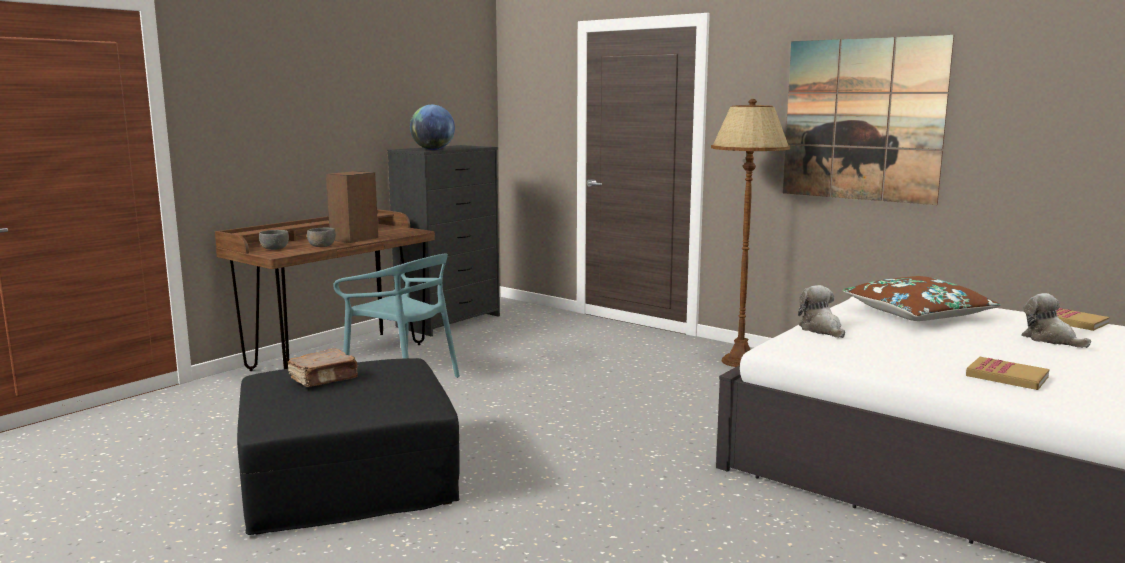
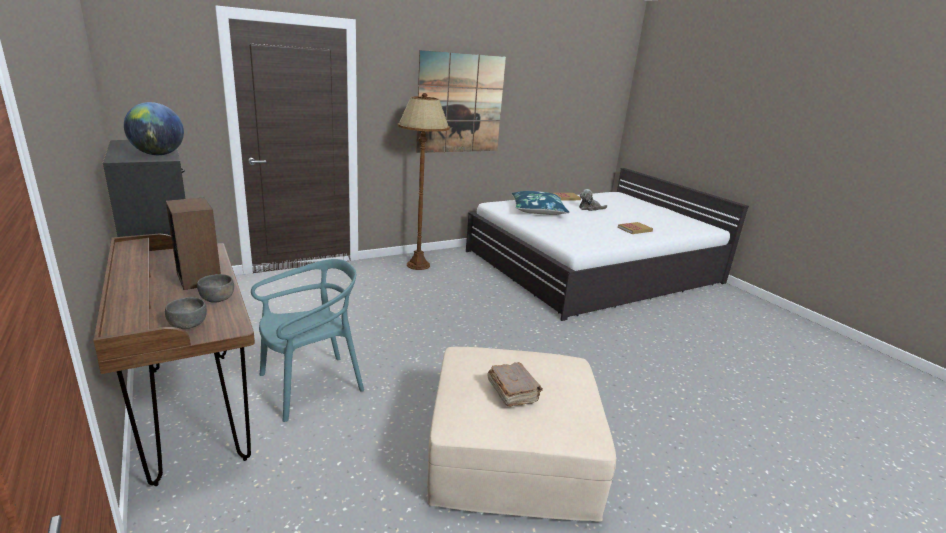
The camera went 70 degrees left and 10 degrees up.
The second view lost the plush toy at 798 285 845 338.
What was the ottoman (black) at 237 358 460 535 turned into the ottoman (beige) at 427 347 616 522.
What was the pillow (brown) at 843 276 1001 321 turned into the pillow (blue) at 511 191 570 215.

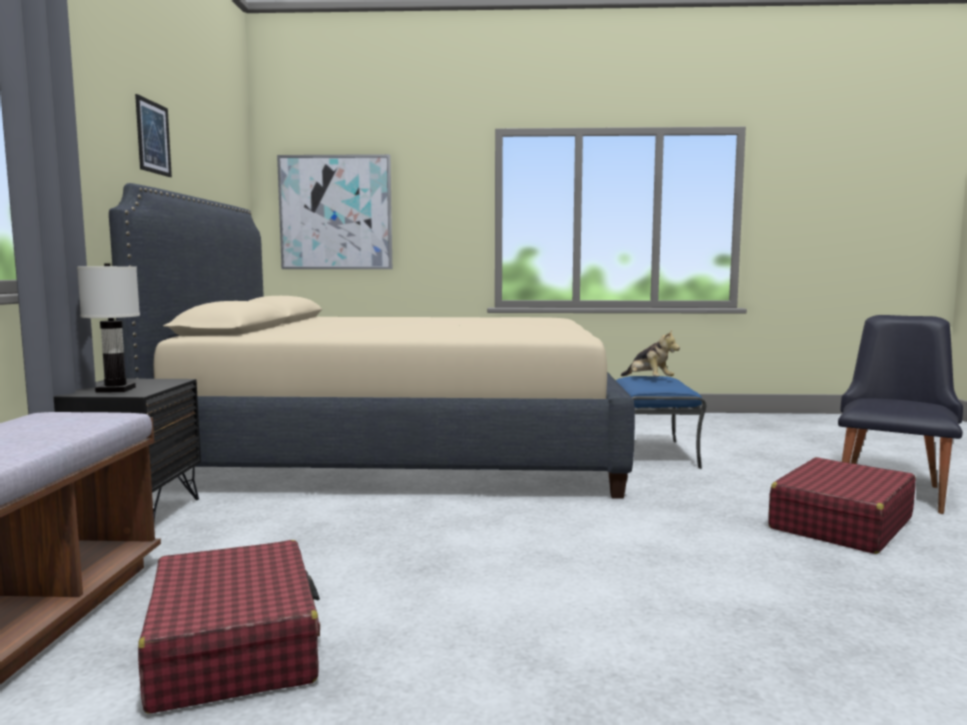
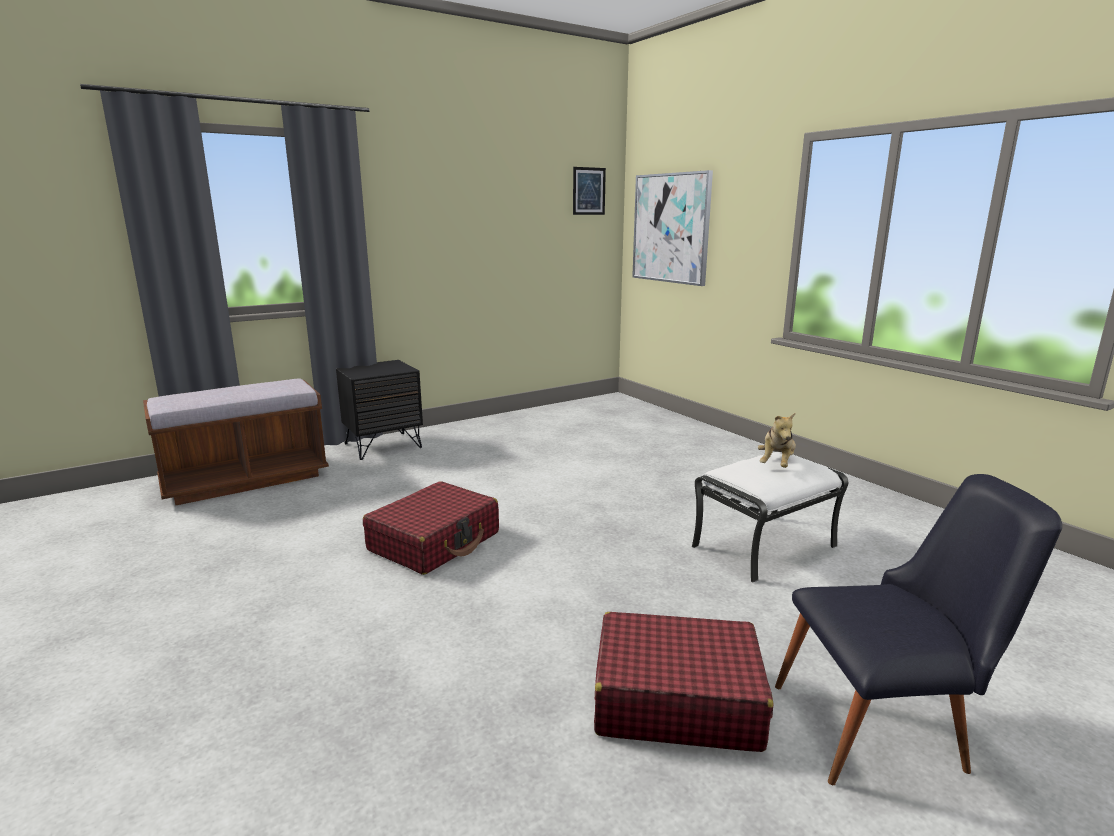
The camera went 55 degrees right and 10 degrees up.
The second view lost the table lamp (white) at 77 263 140 393.
The second view lost the bed (beige) at 109 183 635 499.
The picture ended up elsewhere, having gone from 135 94 172 177 to 573 167 606 215.
The suitcase (red) ended up elsewhere, having gone from 138 540 320 714 to 363 481 499 575.
What was the ottoman (blue) at 616 376 706 469 turned into the ottoman (white) at 692 452 848 582.

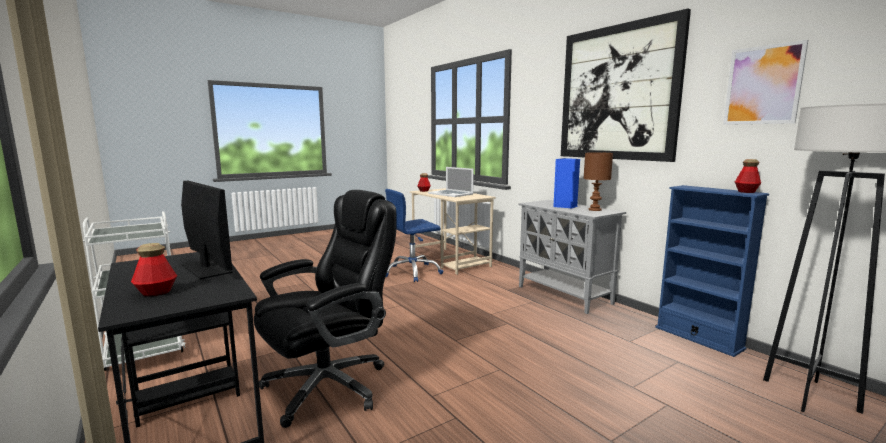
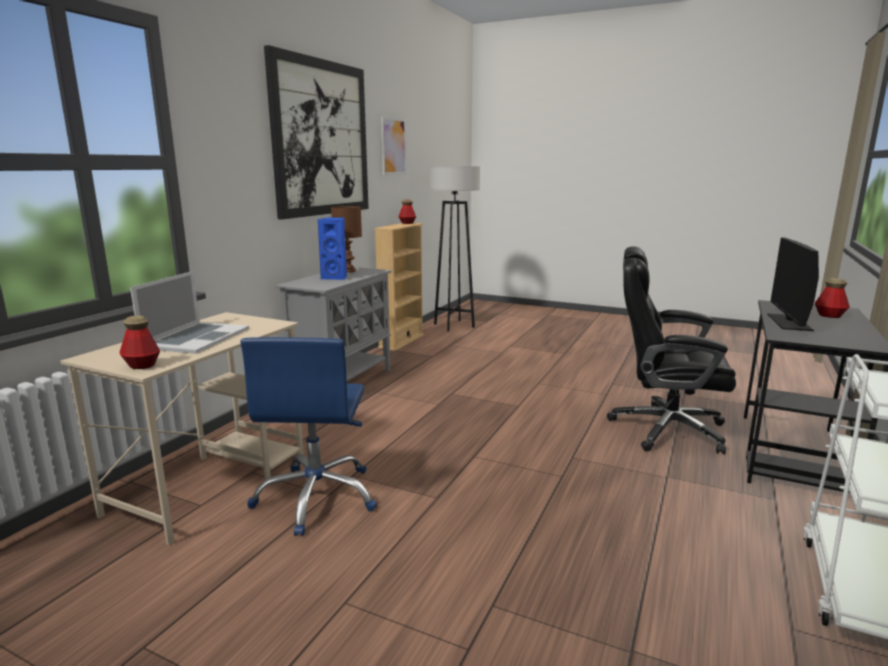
The camera went 120 degrees left and 5 degrees up.
What was the bookcase (blue) at 655 185 769 357 turned into the bookcase (beige) at 374 223 424 351.
The office chair (blue) at 385 189 443 282 ended up facing another way, 60 degrees clockwise from before.

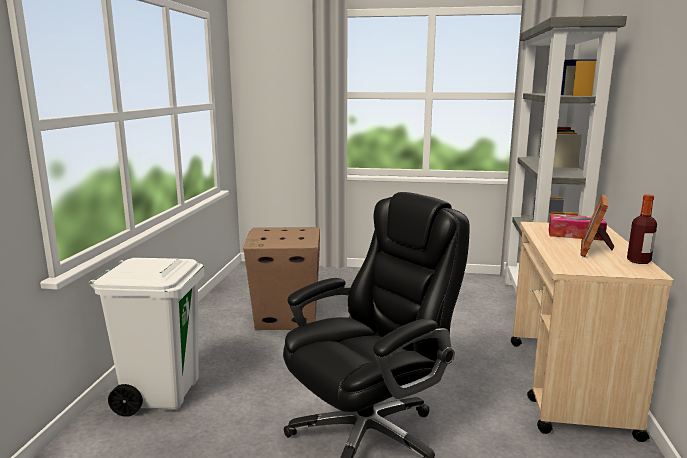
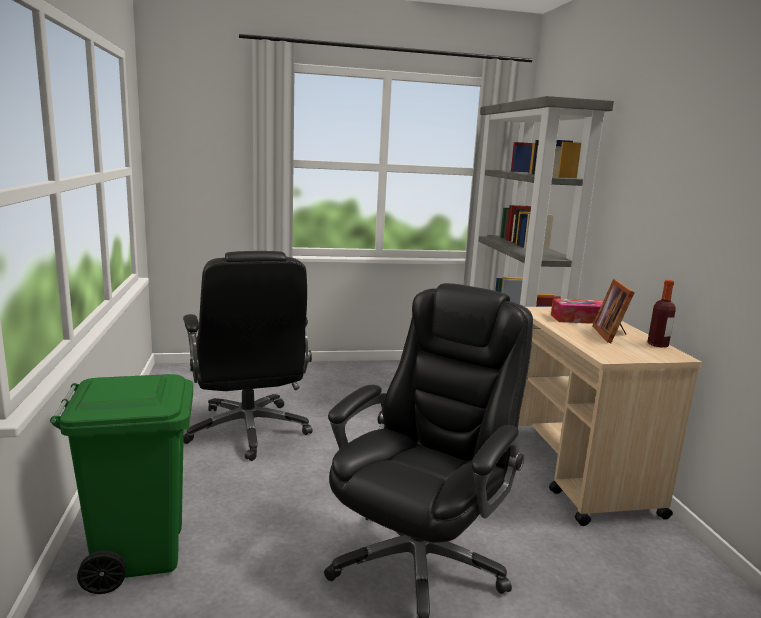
The camera went 20 degrees left and 0 degrees up.
Where the cardboard box stood at 244 227 320 330, the office chair (black) came to stand at 183 251 313 461.
What was the trash can (white) at 89 258 204 417 turned into the trash can (green) at 50 374 193 594.

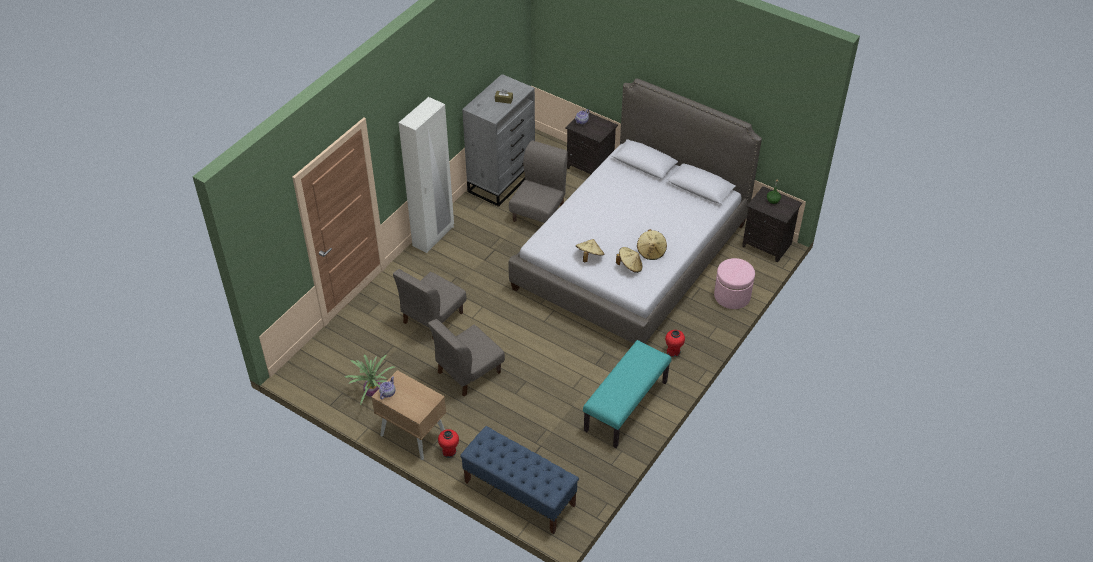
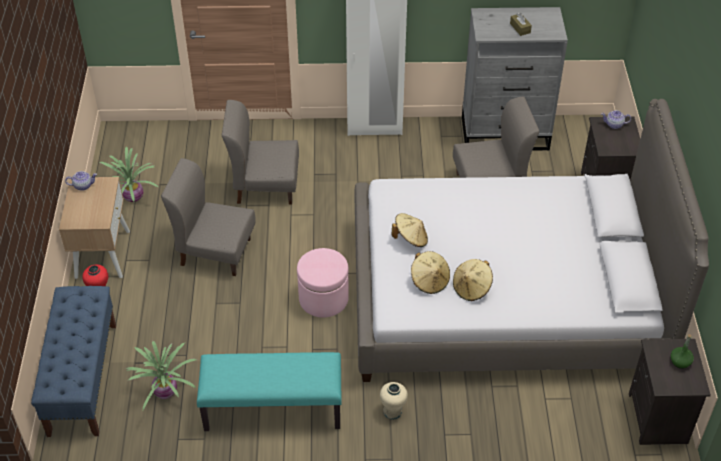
The camera went 55 degrees right and 0 degrees up.
The second view gained the potted plant at 126 341 197 410.
The ottoman (pink) ended up elsewhere, having gone from 714 258 755 309 to 297 248 349 318.
What was the vase (red) at 665 330 685 357 turned into the vase (beige) at 380 382 408 420.

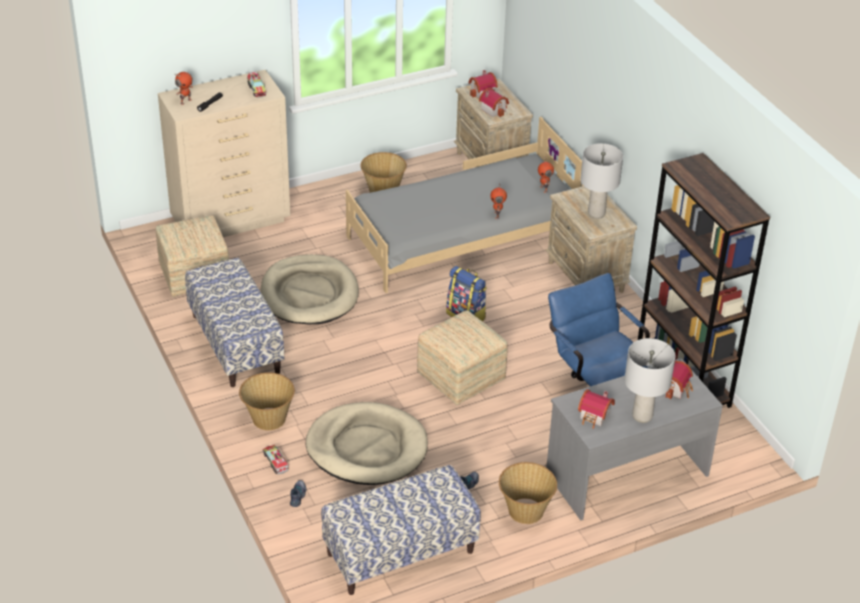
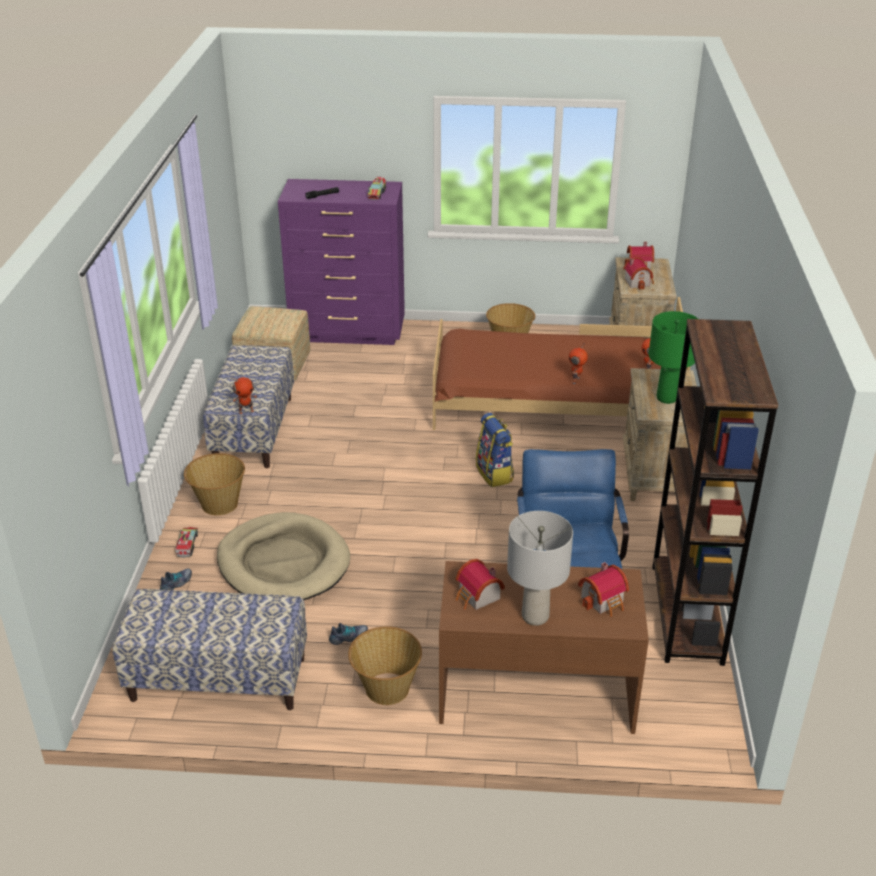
The camera went 30 degrees right and 5 degrees down.
The second view lost the dog bed (beige) at 261 254 359 324.
The second view lost the ottoman at 417 310 508 405.
The toy robot ended up elsewhere, having gone from 175 72 193 105 to 231 377 257 414.
What was the dresser (beige) at 158 70 291 237 turned into the dresser (purple) at 278 179 405 345.
What was the bed (grey) at 346 117 583 293 turned into the bed (brown) at 433 297 691 430.
What was the desk (grey) at 546 358 723 521 turned into the desk (brown) at 439 561 649 734.
What was the table lamp (grey) at 580 143 623 219 turned into the table lamp (green) at 649 311 698 404.

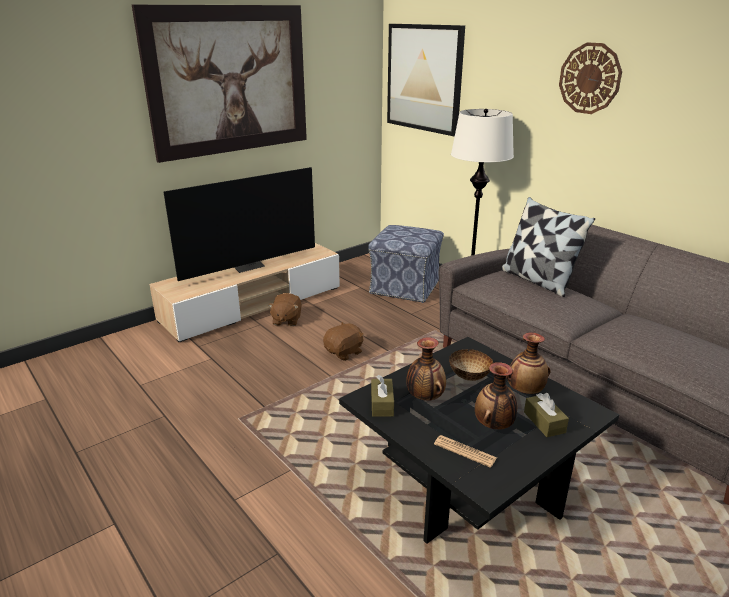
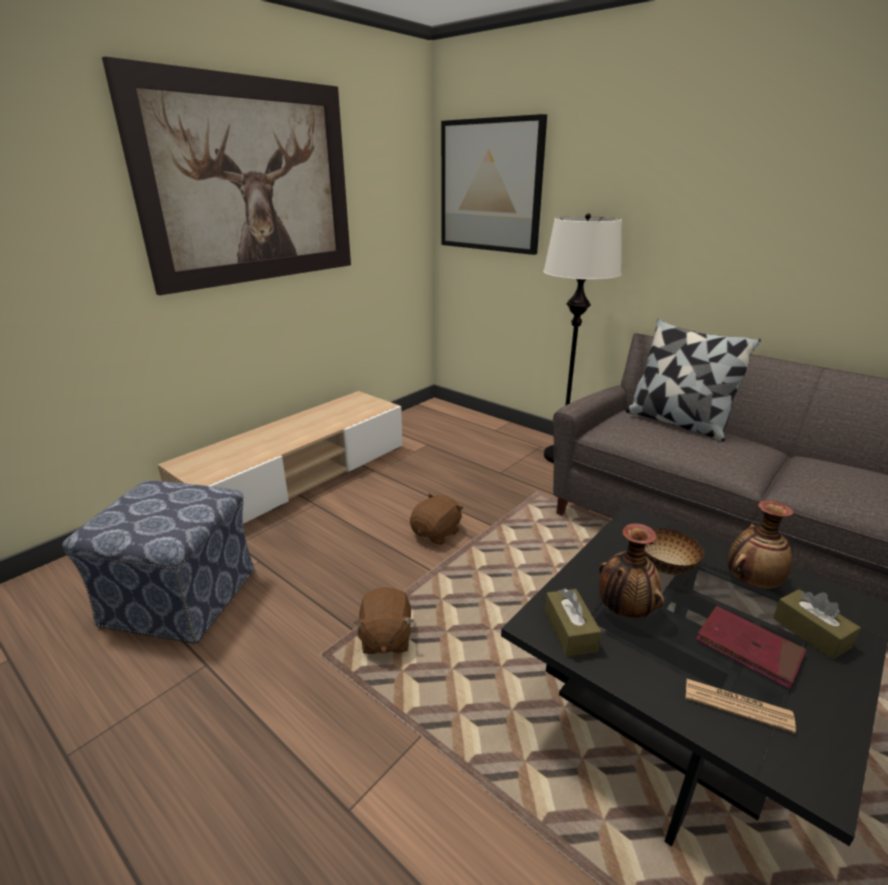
The camera went 10 degrees left and 0 degrees up.
The second view lost the television at 163 167 315 281.
The second view lost the wall clock at 559 42 622 114.
The plush toy (brown) ended up elsewhere, having gone from 268 293 302 326 to 353 587 413 654.
The ottoman ended up elsewhere, having gone from 368 225 444 303 to 62 480 255 643.
Where the vase stood at 475 362 517 429, the book (red) came to stand at 696 606 806 689.

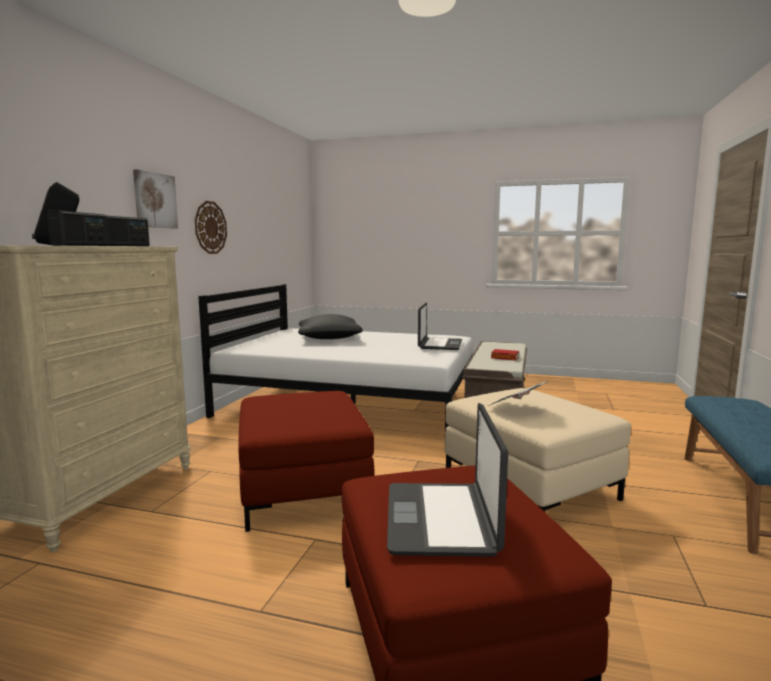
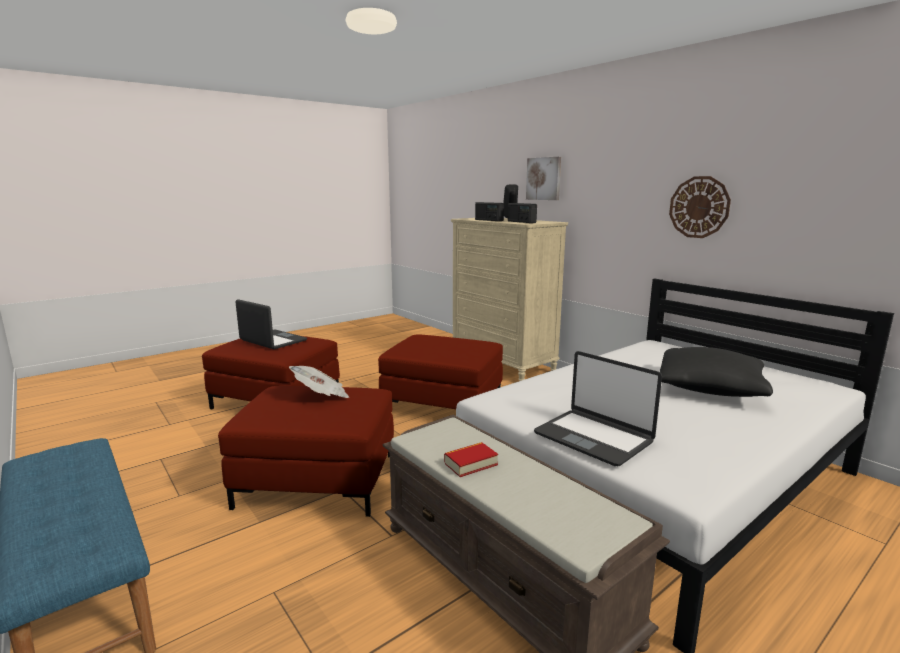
The camera went 125 degrees right and 5 degrees up.
The picture ended up elsewhere, having gone from 133 169 178 229 to 526 157 561 200.
What was the ottoman (beige) at 444 388 631 512 turned into the ottoman (red) at 218 386 394 517.

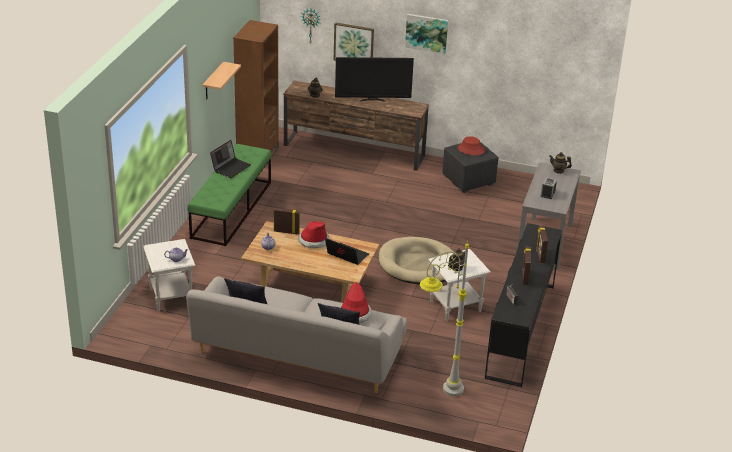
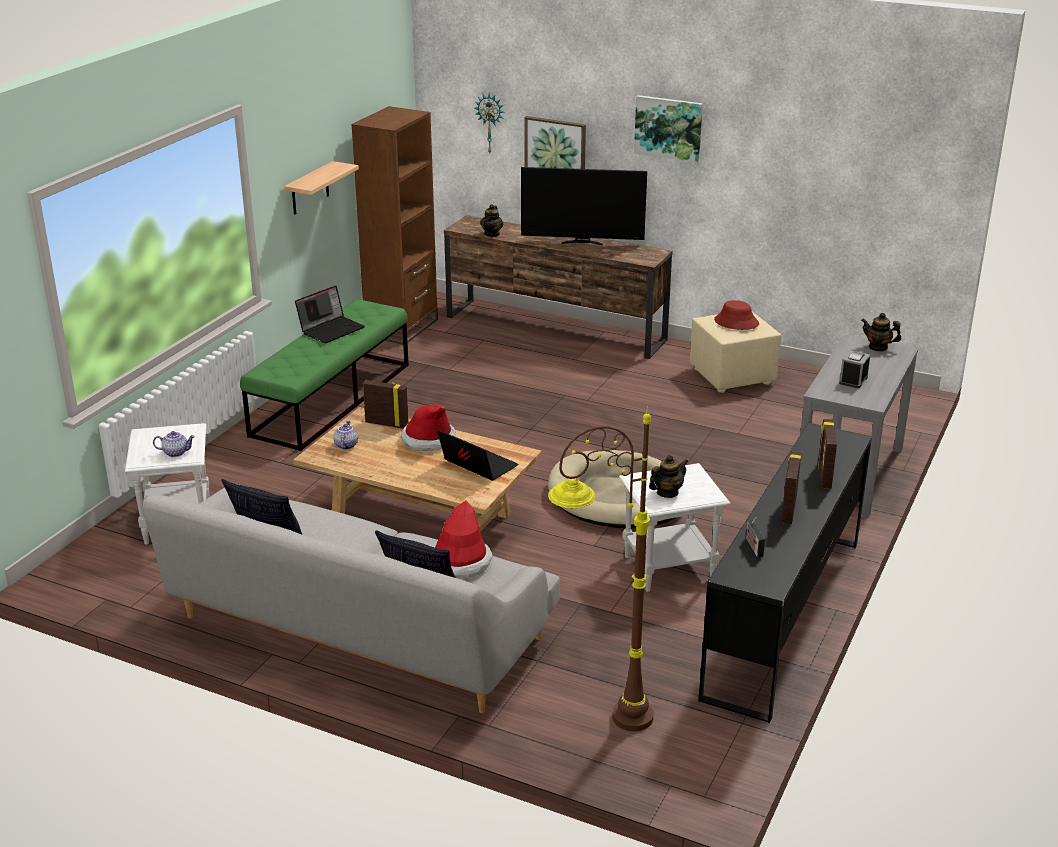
The camera went 10 degrees right and 5 degrees down.
What was the floor lamp (grey) at 420 241 469 397 turned into the floor lamp (brown) at 548 406 654 731.
What was the ottoman (black) at 442 142 499 193 turned into the ottoman (beige) at 690 312 781 393.

